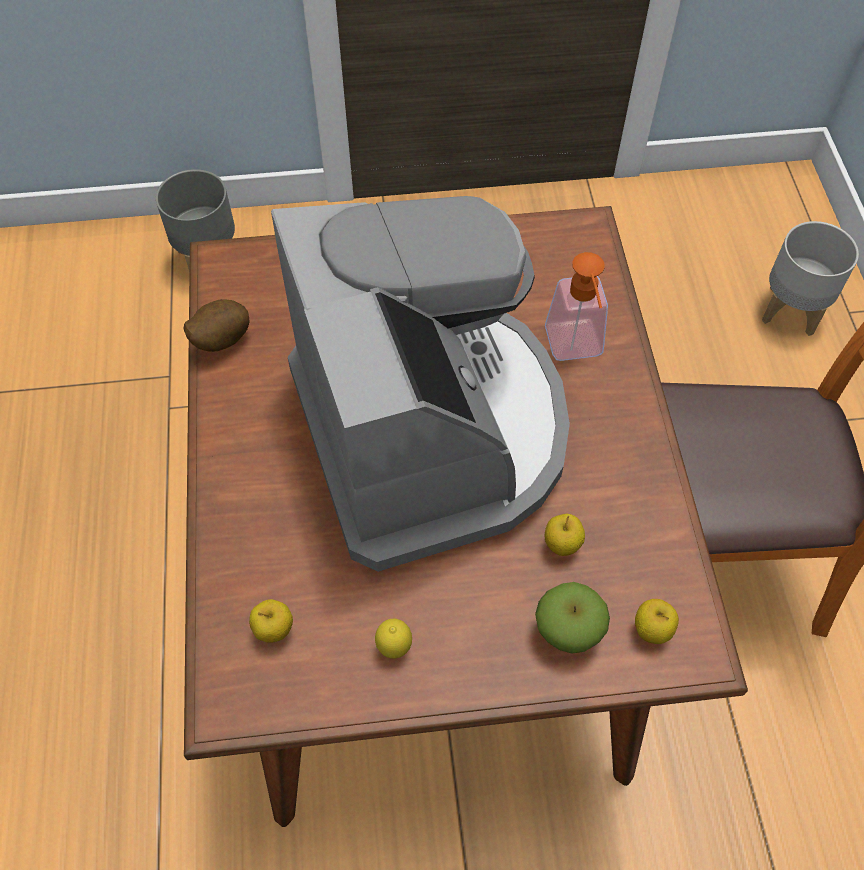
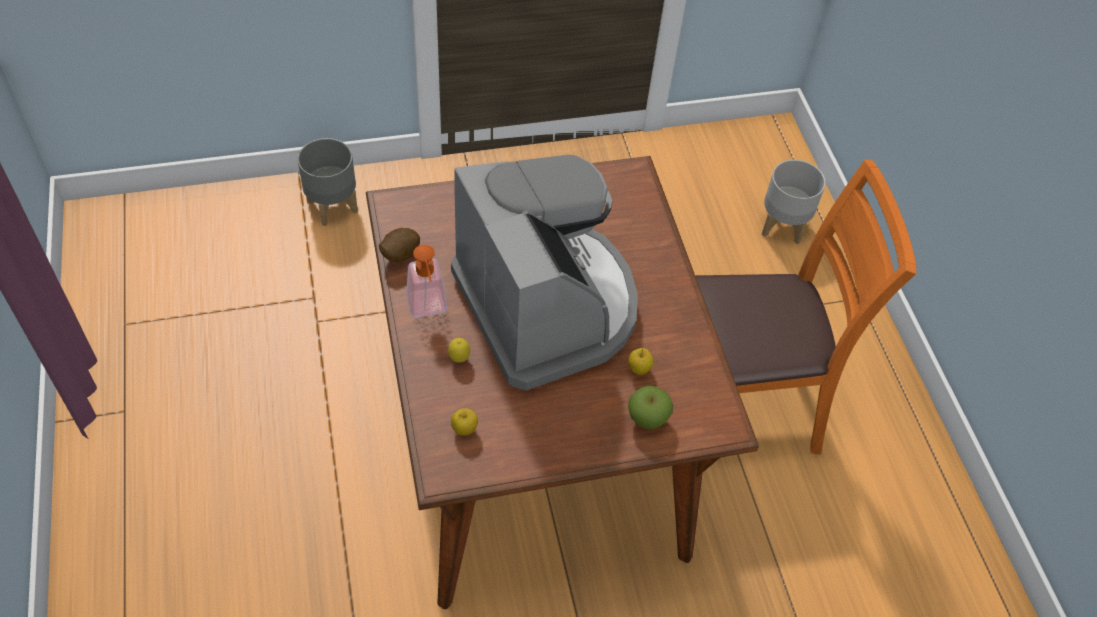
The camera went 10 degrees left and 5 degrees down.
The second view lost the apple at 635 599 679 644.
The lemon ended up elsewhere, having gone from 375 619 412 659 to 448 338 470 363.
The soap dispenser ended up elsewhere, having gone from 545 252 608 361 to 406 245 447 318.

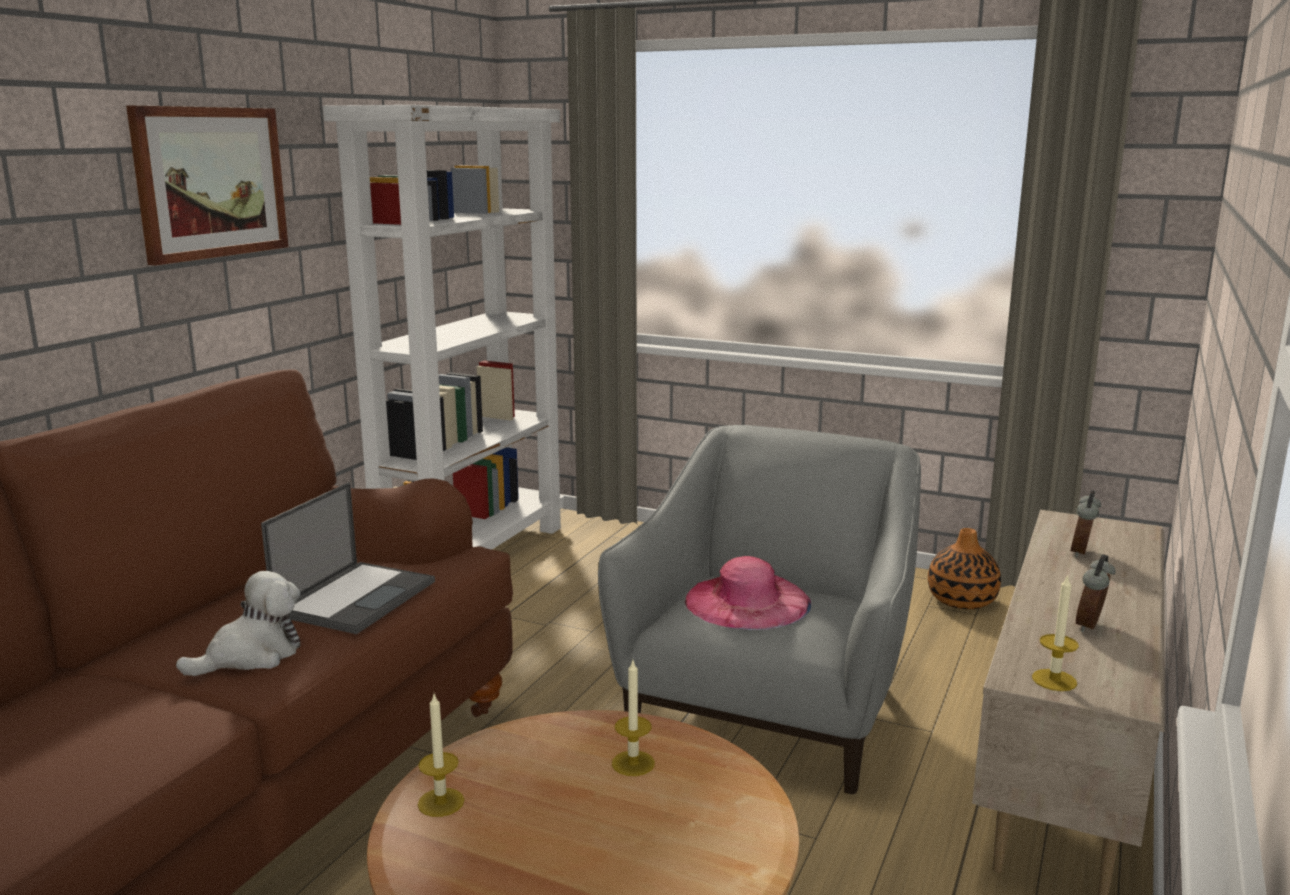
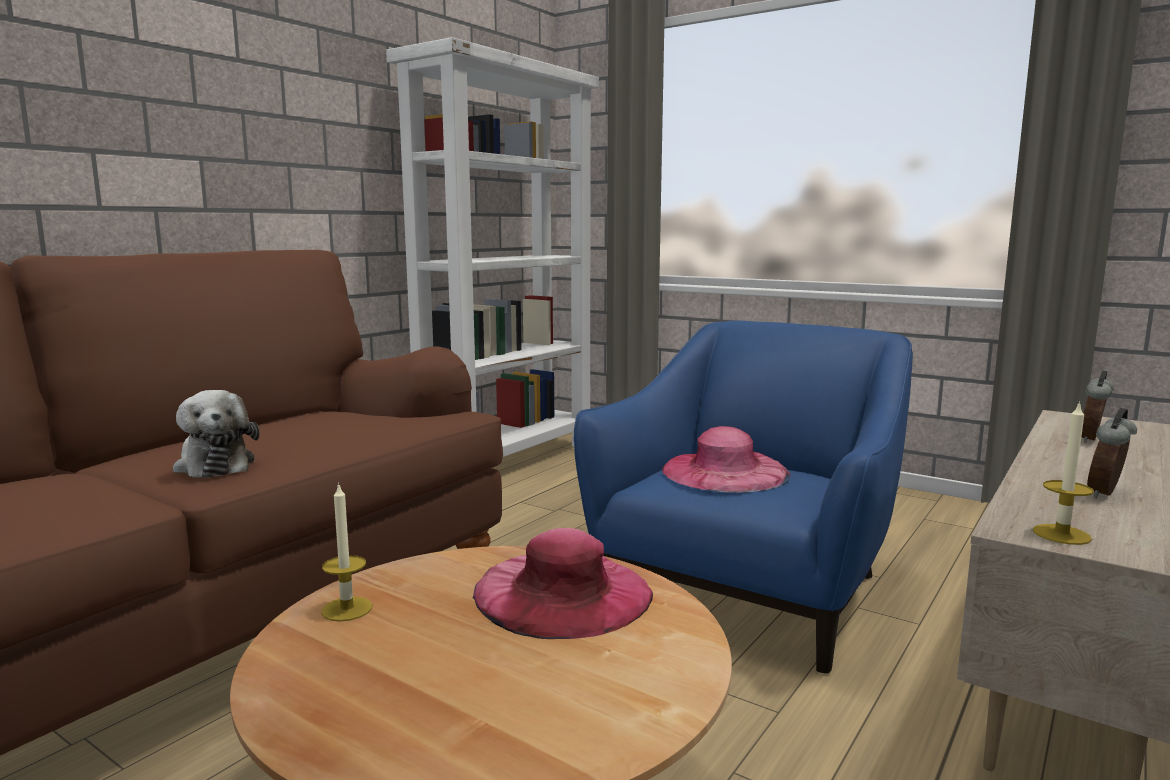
The camera went 10 degrees right and 5 degrees down.
The second view lost the picture at 126 105 288 265.
The second view lost the laptop at 261 482 435 634.
The second view lost the vase at 928 528 1001 609.
Where the candle stood at 612 661 655 776, the hat (pink) came to stand at 473 528 653 639.
What was the armchair (grey) at 598 425 921 794 turned into the armchair (blue) at 574 321 913 674.
The plush toy at 176 571 300 676 ended up facing another way, 90 degrees clockwise from before.

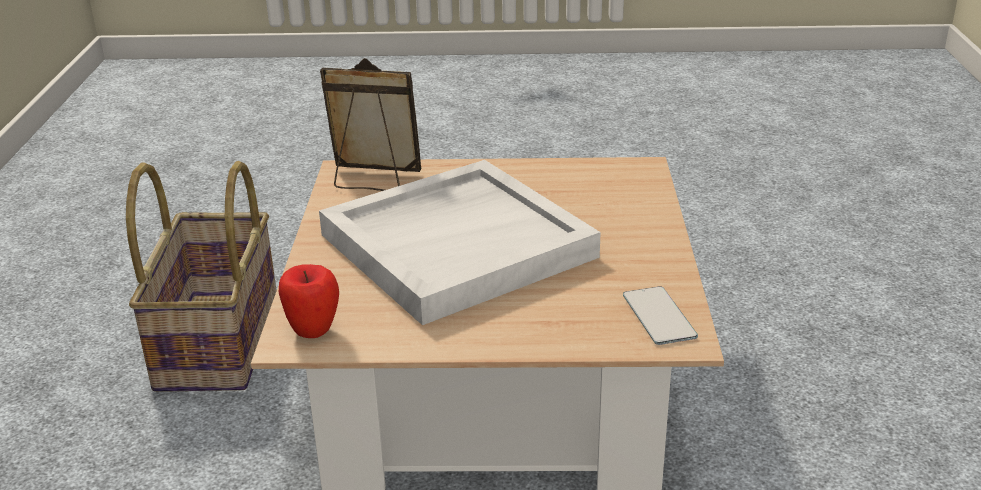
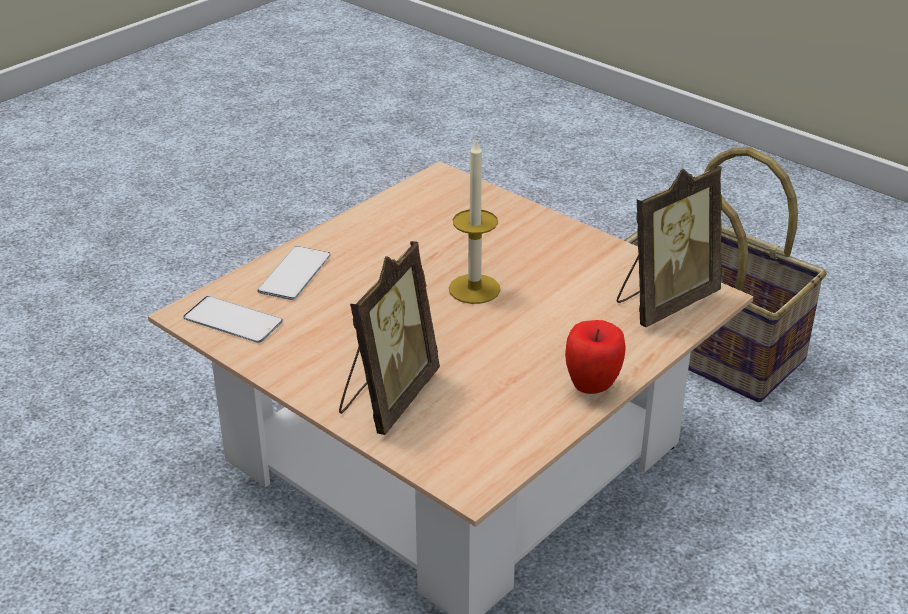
The camera went 130 degrees right and 5 degrees up.
The second view gained the phone at 257 246 330 300.
The second view gained the picture frame at 339 241 440 435.
The apple ended up elsewhere, having gone from 279 264 339 338 to 565 320 626 394.
Where the tray (white) stood at 319 160 601 325, the candle came to stand at 449 138 500 304.

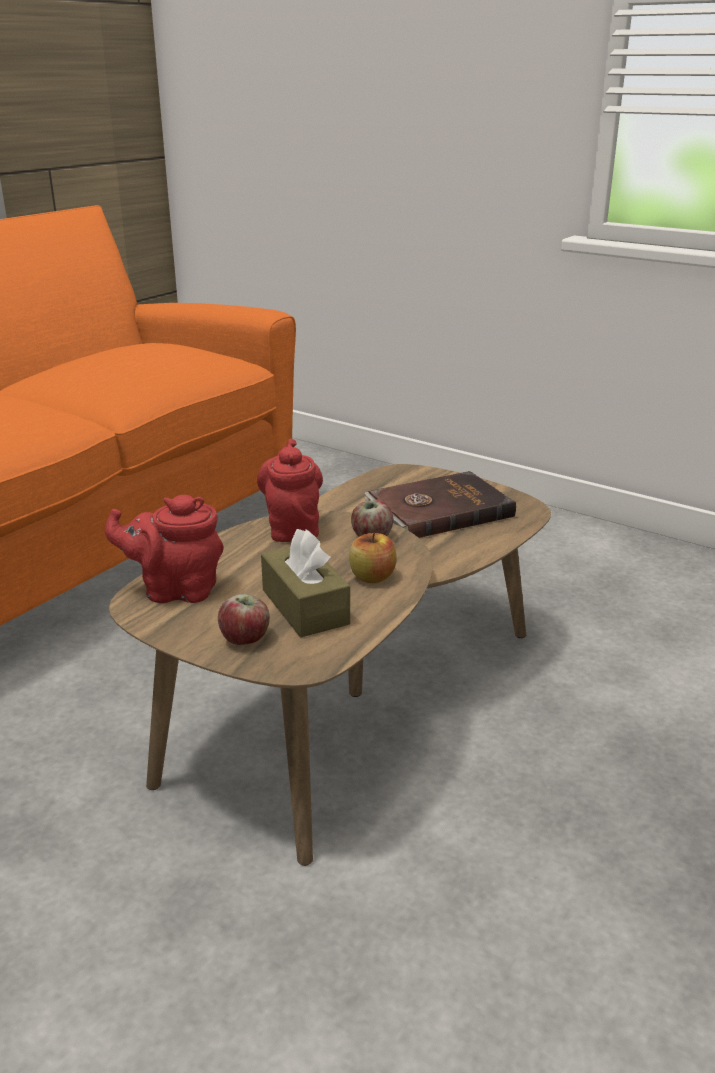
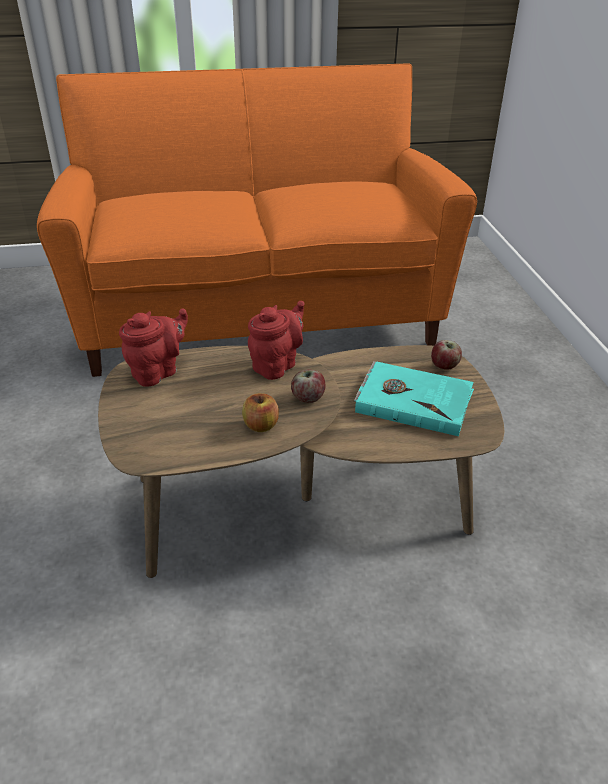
The camera went 45 degrees right and 10 degrees up.
The second view lost the tissue box (brown) at 261 529 350 637.
The apple ended up elsewhere, having gone from 218 594 270 645 to 431 340 462 370.
What was the book (brown) at 364 471 516 538 turned into the book (turquoise) at 354 361 474 436.
The teapot (red) at 105 495 224 603 ended up facing another way, 90 degrees clockwise from before.

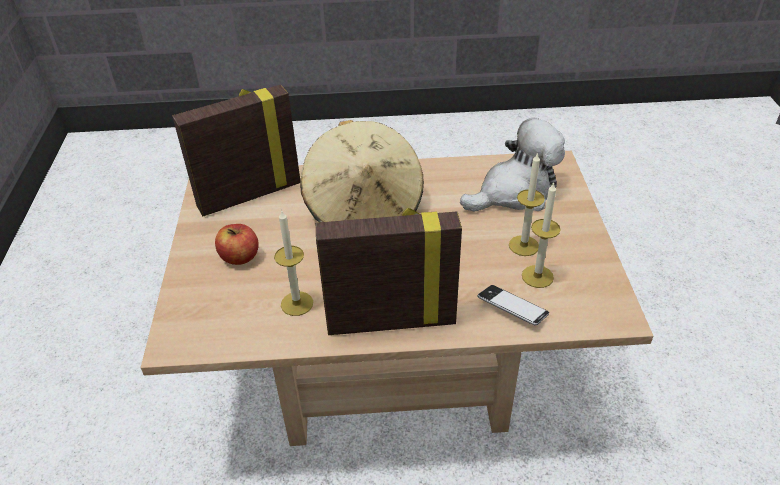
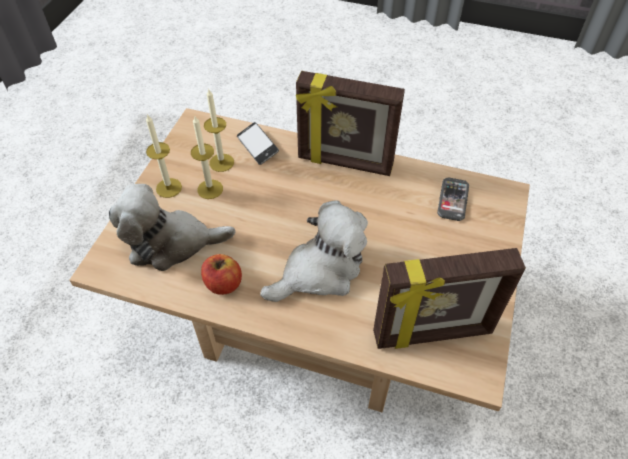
The camera went 160 degrees left and 10 degrees up.
The second view gained the phone at 437 177 469 221.
The apple ended up elsewhere, having gone from 215 224 259 265 to 201 254 242 295.
The candle ended up elsewhere, having gone from 274 209 313 316 to 146 114 182 198.
Where the hat (beige) stood at 300 120 424 222, the plush toy came to stand at 260 200 368 302.

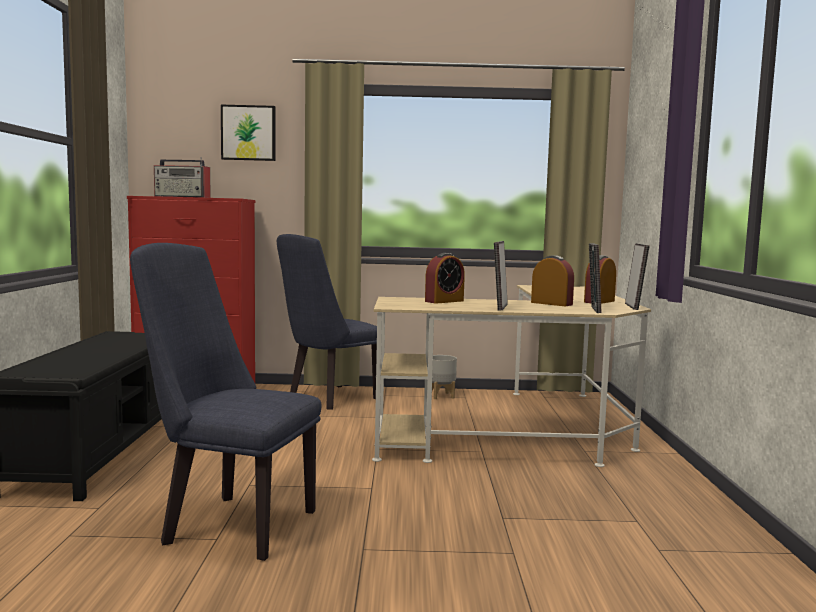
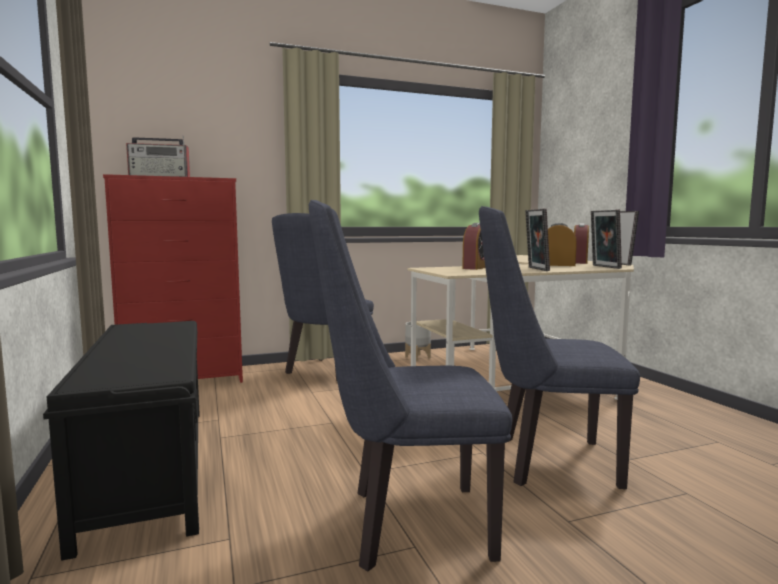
The camera went 20 degrees left and 0 degrees up.
The second view lost the picture at 221 105 275 161.
The second view gained the chair (blue) at 479 206 640 489.

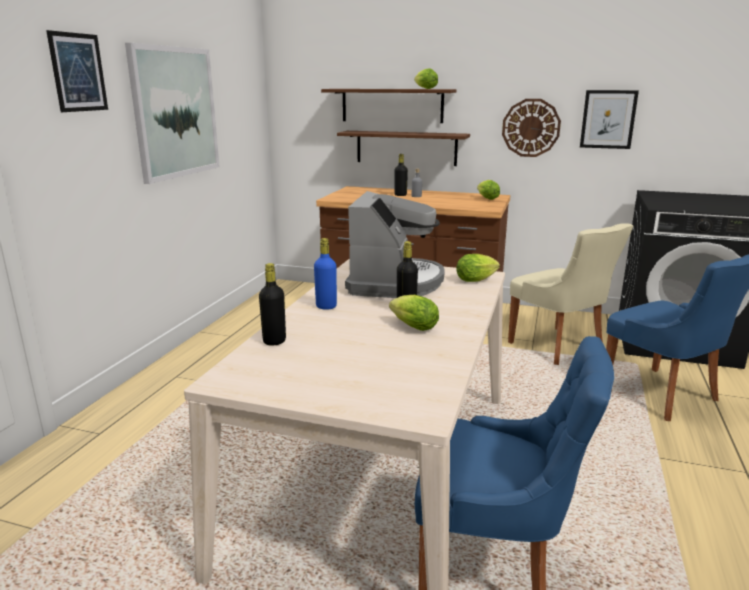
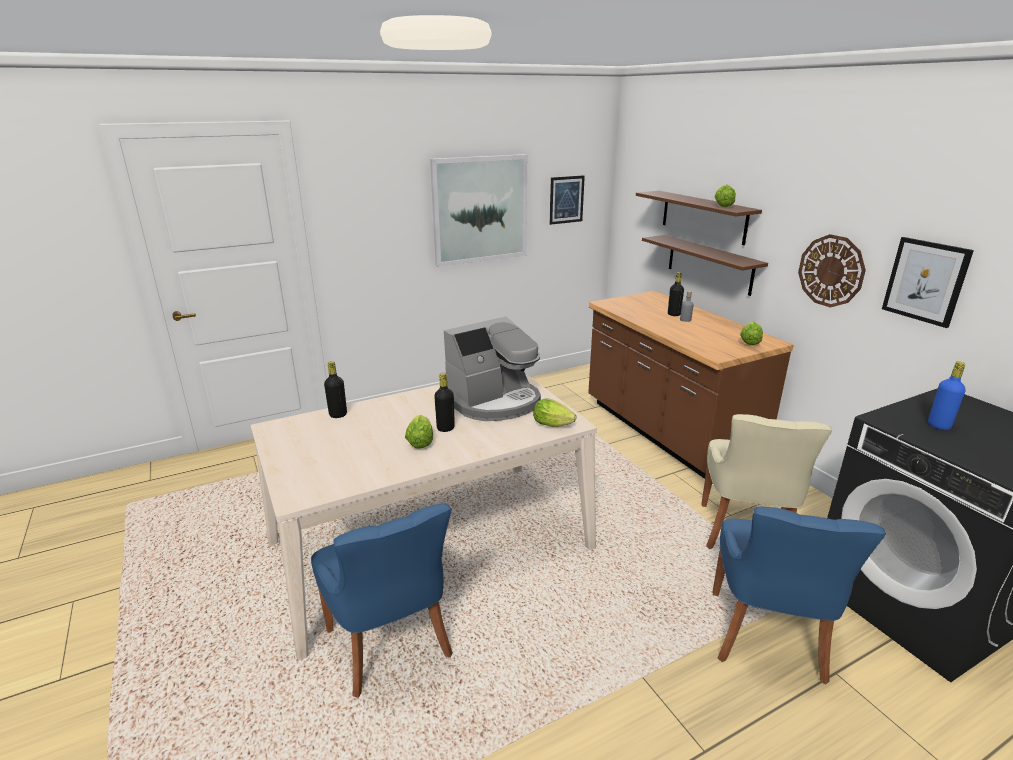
The camera went 45 degrees right and 5 degrees up.
The picture ended up elsewhere, having gone from 46 30 108 112 to 550 175 585 225.
The bottle (blue) ended up elsewhere, having gone from 314 238 337 310 to 928 362 966 430.

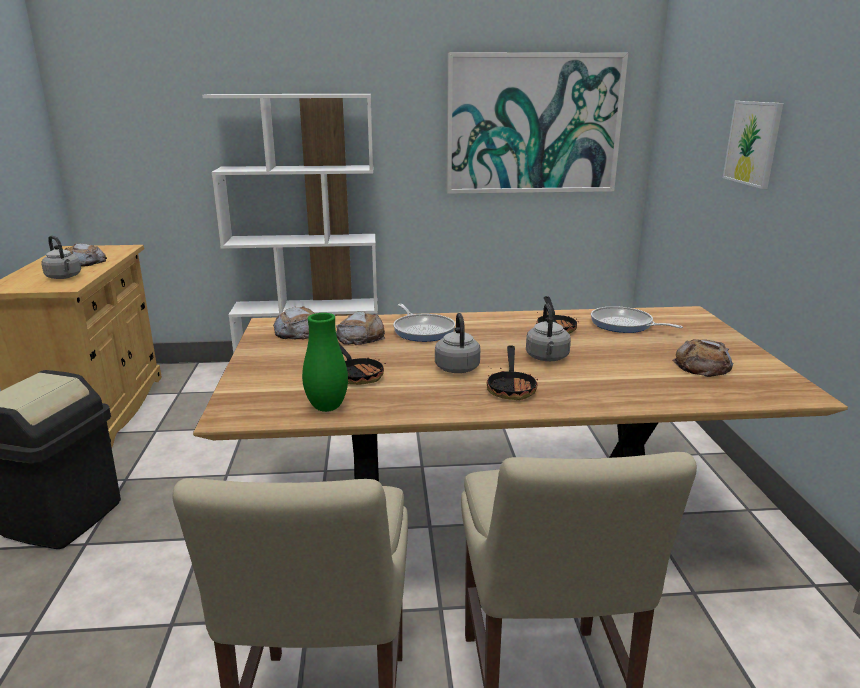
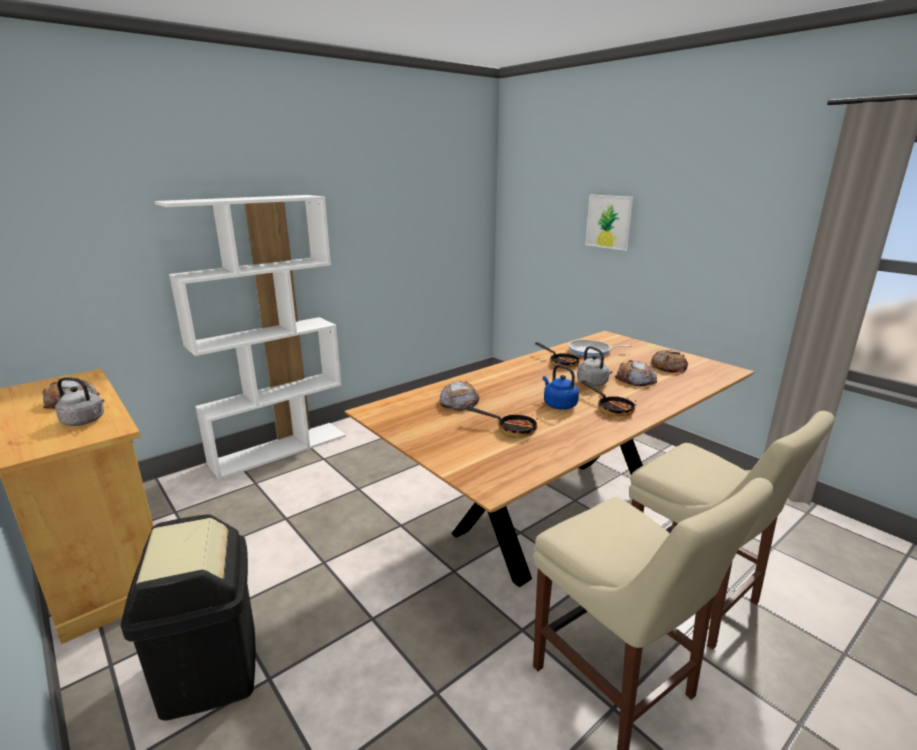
The camera went 35 degrees left and 0 degrees up.
The second view lost the vase (green) at 302 313 348 412.
The second view lost the frying pan at 393 304 455 342.
The second view lost the picture at 446 52 628 194.
The bread ended up elsewhere, having gone from 273 306 315 339 to 615 360 657 386.
What was the kettle (grey) at 435 313 480 373 turned into the kettle (blue) at 543 365 579 410.

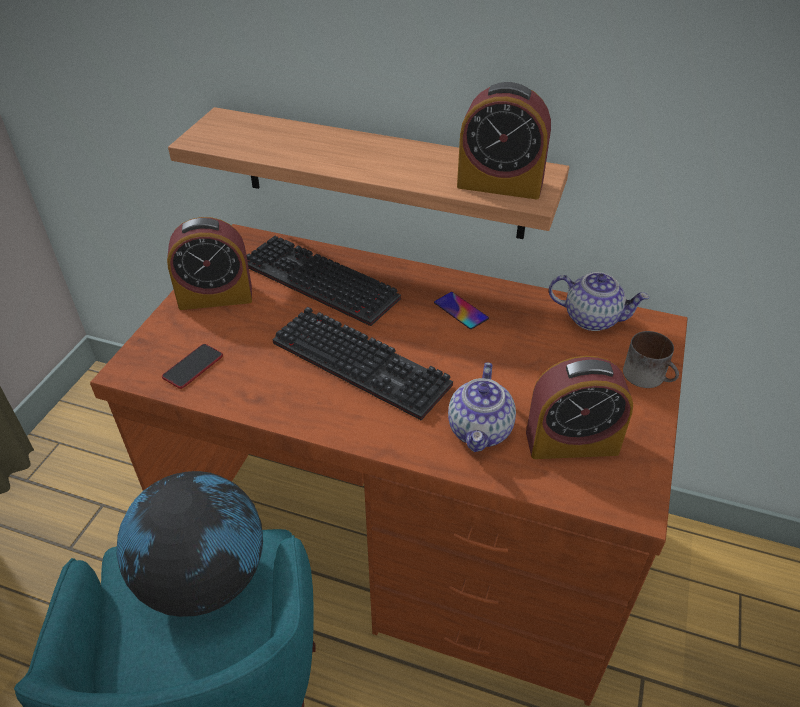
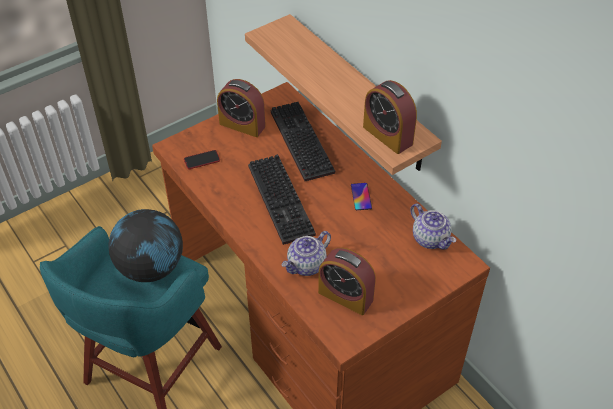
The camera went 35 degrees right and 5 degrees up.
The second view lost the mug at 623 331 679 388.

